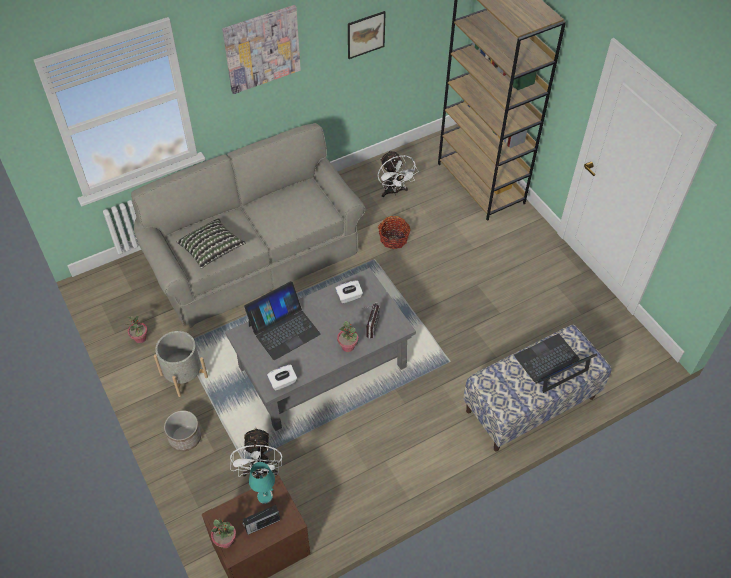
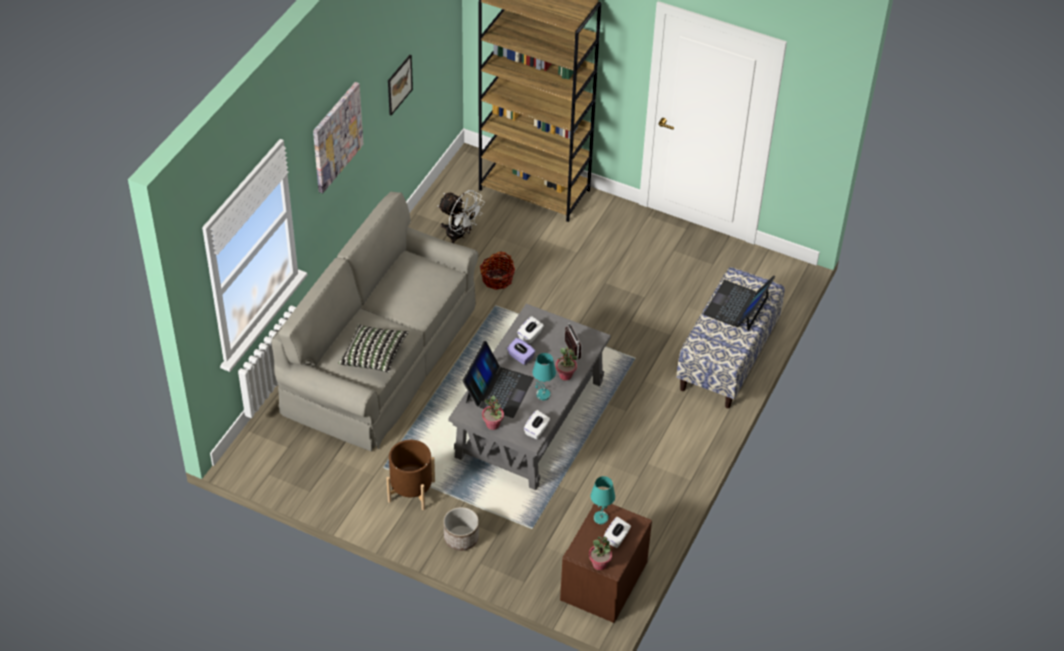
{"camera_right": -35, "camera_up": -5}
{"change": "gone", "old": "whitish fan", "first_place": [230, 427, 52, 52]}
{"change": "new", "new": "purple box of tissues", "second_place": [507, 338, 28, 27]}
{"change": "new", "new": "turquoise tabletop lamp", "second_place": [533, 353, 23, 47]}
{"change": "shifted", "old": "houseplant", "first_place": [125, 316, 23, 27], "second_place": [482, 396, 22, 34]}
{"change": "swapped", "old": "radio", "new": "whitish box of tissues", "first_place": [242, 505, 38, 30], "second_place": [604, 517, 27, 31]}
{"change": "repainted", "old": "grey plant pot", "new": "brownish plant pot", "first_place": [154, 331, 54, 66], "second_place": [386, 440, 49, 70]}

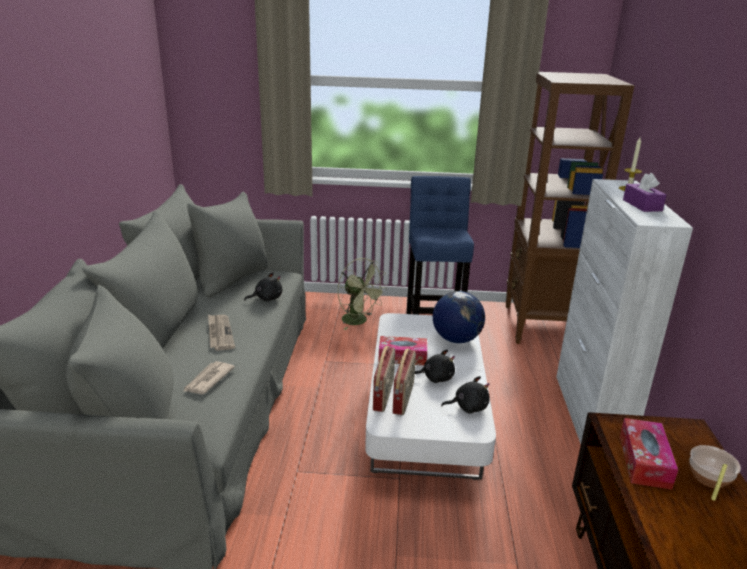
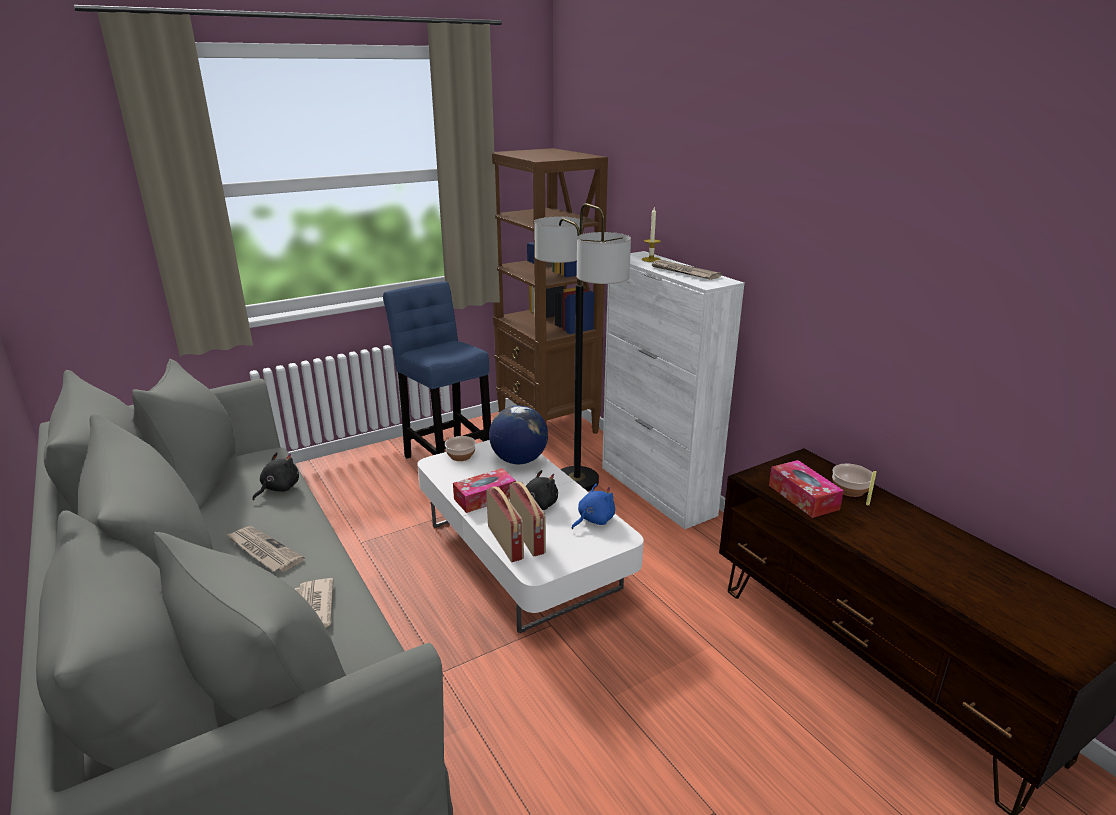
{"camera_right": -35, "camera_up": 0}
{"change": "gone", "old": "green fan", "first_place": [338, 258, 49, 72]}
{"change": "new", "new": "deep dish", "second_place": [445, 436, 31, 25]}
{"change": "new", "new": "floor lamp", "second_place": [534, 203, 97, 288]}
{"change": "swapped", "old": "purple box of tissues", "new": "newspaper", "first_place": [623, 173, 44, 39], "second_place": [649, 260, 73, 20]}
{"change": "repainted", "old": "black-coloured cuddly toy", "new": "blue cuddly toy", "first_place": [441, 376, 49, 38], "second_place": [572, 483, 43, 46]}

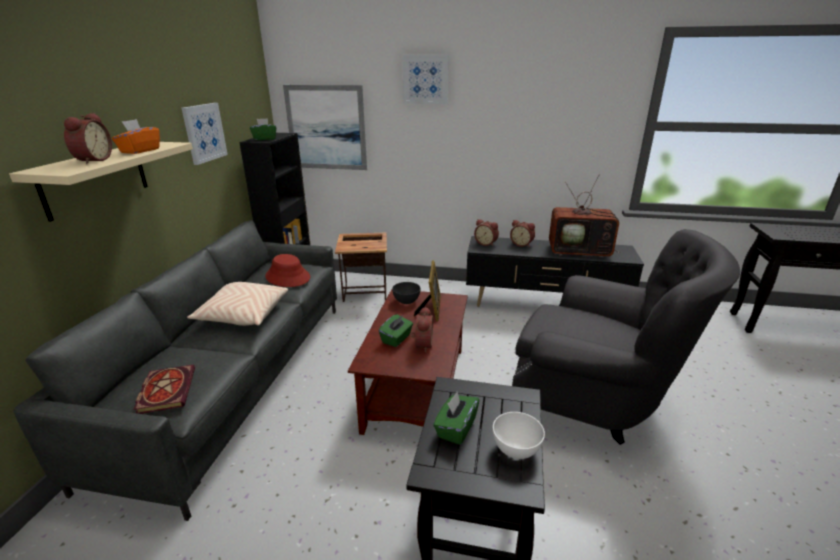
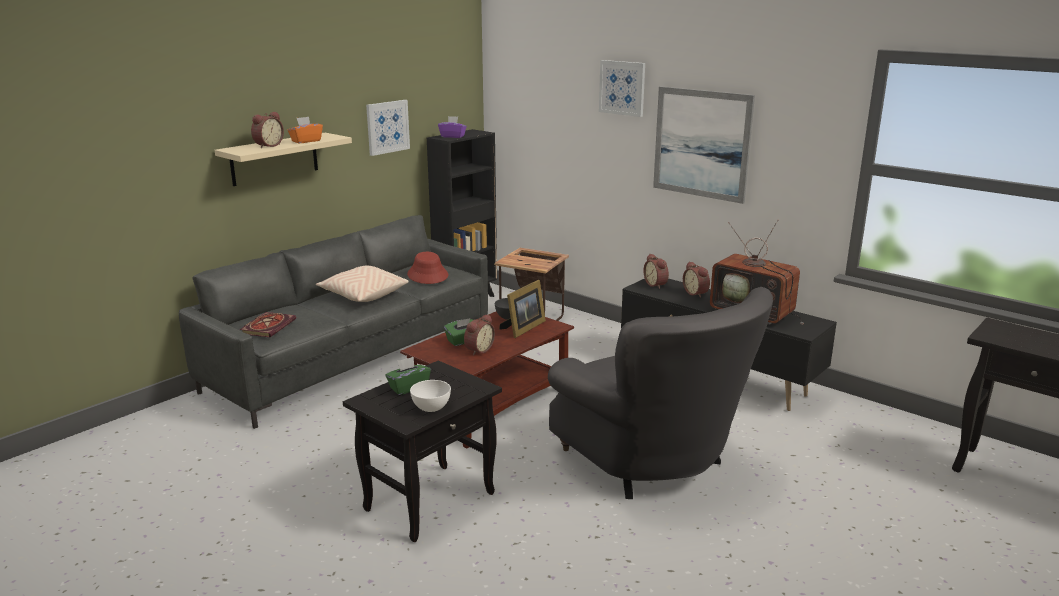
{"camera_right": 30, "camera_up": -5}
{"change": "shifted", "old": "wall art", "first_place": [283, 85, 84, 85], "second_place": [653, 86, 102, 118]}
{"change": "repainted", "old": "green box of tissues", "new": "purple box of tissues", "first_place": [250, 118, 26, 22], "second_place": [438, 116, 29, 22]}

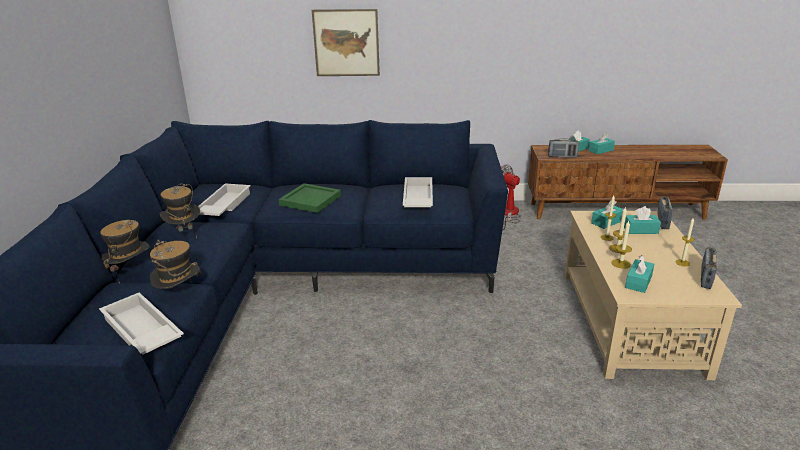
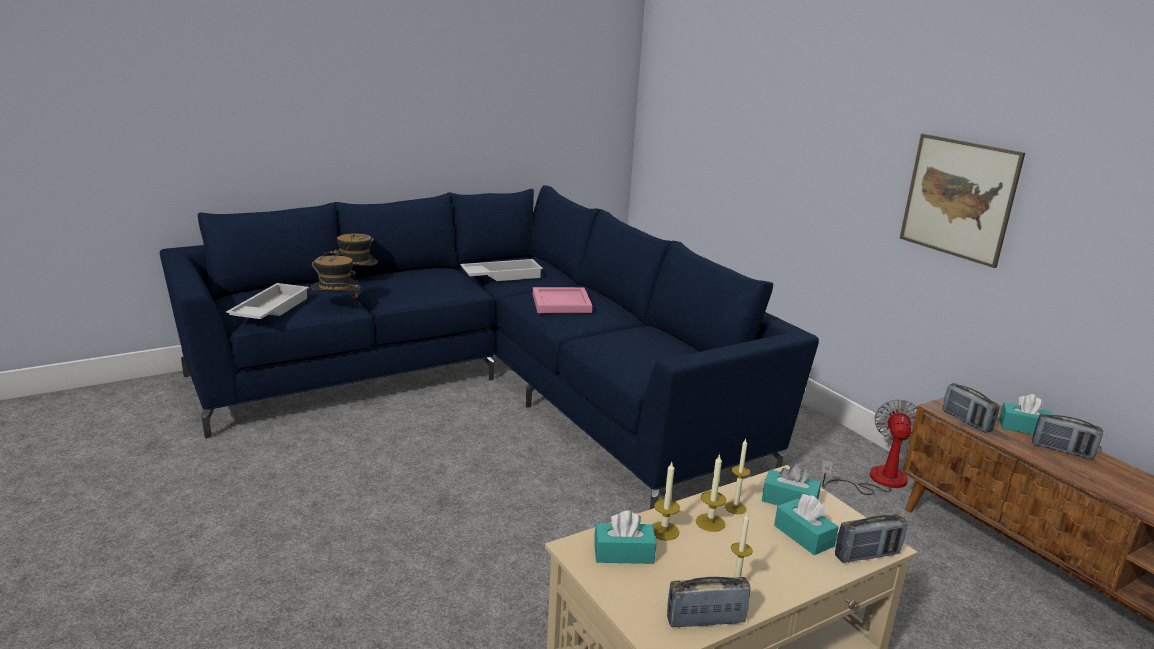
{"camera_right": 55, "camera_up": -5}
{"change": "gone", "old": "hat", "first_place": [160, 184, 40, 55]}
{"change": "gone", "old": "whitish carrying tray", "first_place": [403, 177, 30, 30]}
{"change": "shifted", "old": "wall art", "first_place": [312, 9, 68, 67], "second_place": [900, 134, 125, 134]}
{"change": "swapped", "old": "turquoise box of tissues", "new": "radio", "first_place": [589, 132, 26, 22], "second_place": [1032, 413, 71, 46]}
{"change": "repainted", "old": "green carrying tray", "new": "pink carrying tray", "first_place": [279, 183, 62, 30], "second_place": [533, 287, 59, 26]}

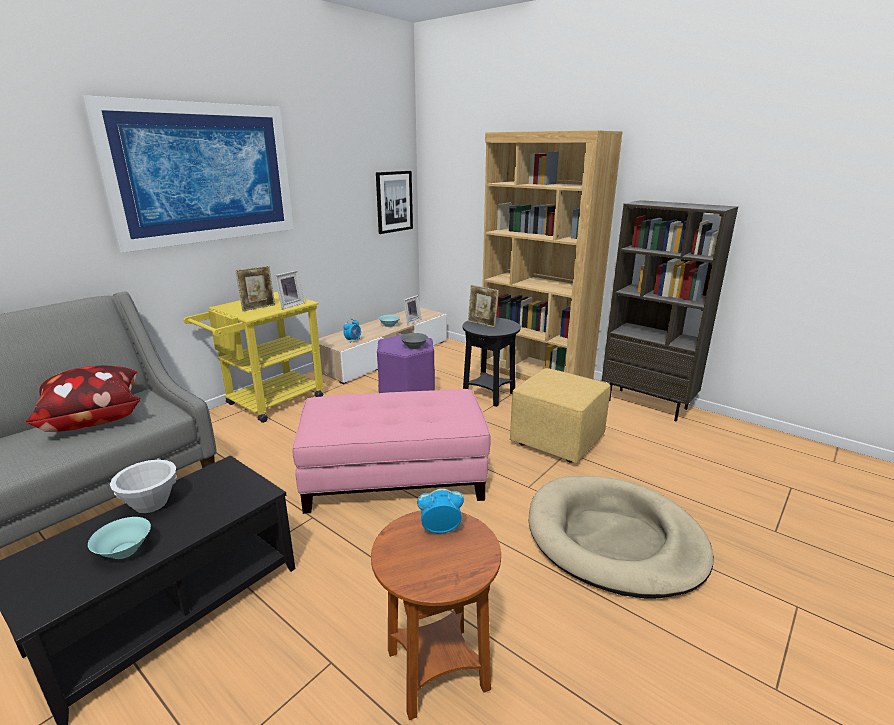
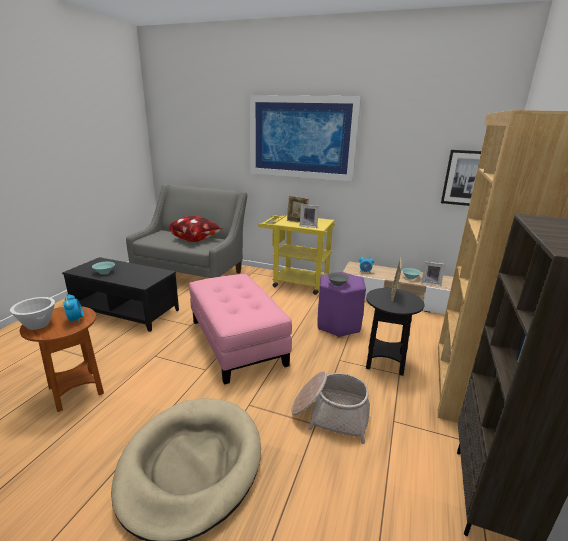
{"camera_right": 70, "camera_up": 0}
{"change": "shifted", "old": "whitish deep dish", "first_place": [110, 459, 67, 54], "second_place": [10, 297, 45, 33]}
{"change": "swapped", "old": "yellowish pouffe", "new": "household basket", "first_place": [510, 368, 101, 95], "second_place": [291, 371, 79, 73]}

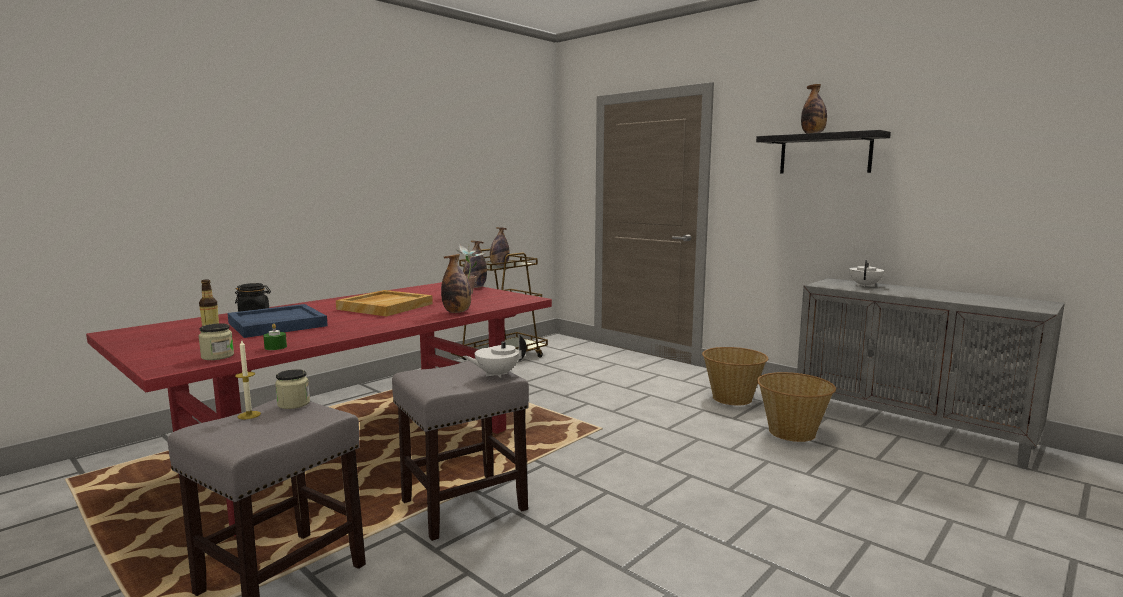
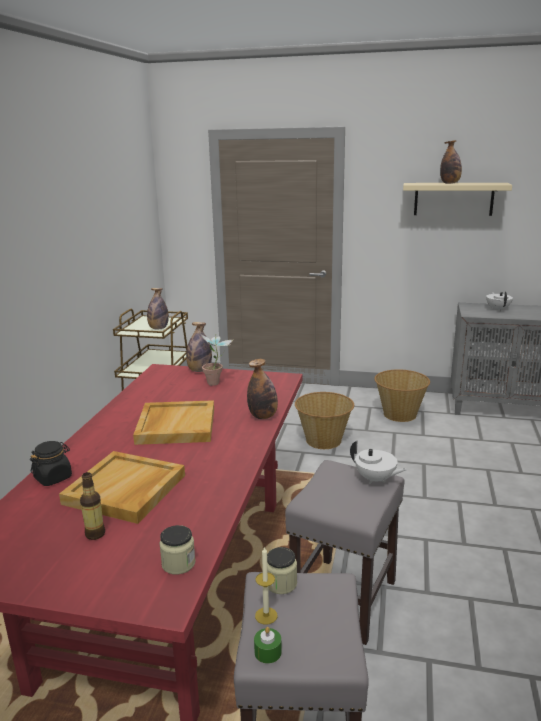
{"camera_right": -30, "camera_up": 10}
{"change": "shifted", "old": "green wax candle", "first_place": [263, 324, 24, 26], "second_place": [254, 627, 28, 37]}
{"change": "shifted", "old": "household basket", "first_place": [757, 372, 79, 70], "second_place": [295, 392, 59, 57]}
{"change": "repainted", "old": "blue carrying tray", "new": "sand-coloured carrying tray", "first_place": [228, 304, 100, 34], "second_place": [59, 451, 126, 73]}
{"change": "repainted", "old": "black-coloured wall shelf", "new": "sand-coloured wall shelf", "first_place": [756, 130, 135, 44], "second_place": [403, 183, 109, 33]}
{"change": "rotated", "old": "whitish teapot", "first_place": [463, 335, 64, 43], "second_place": [350, 441, 57, 43], "degrees": -90}

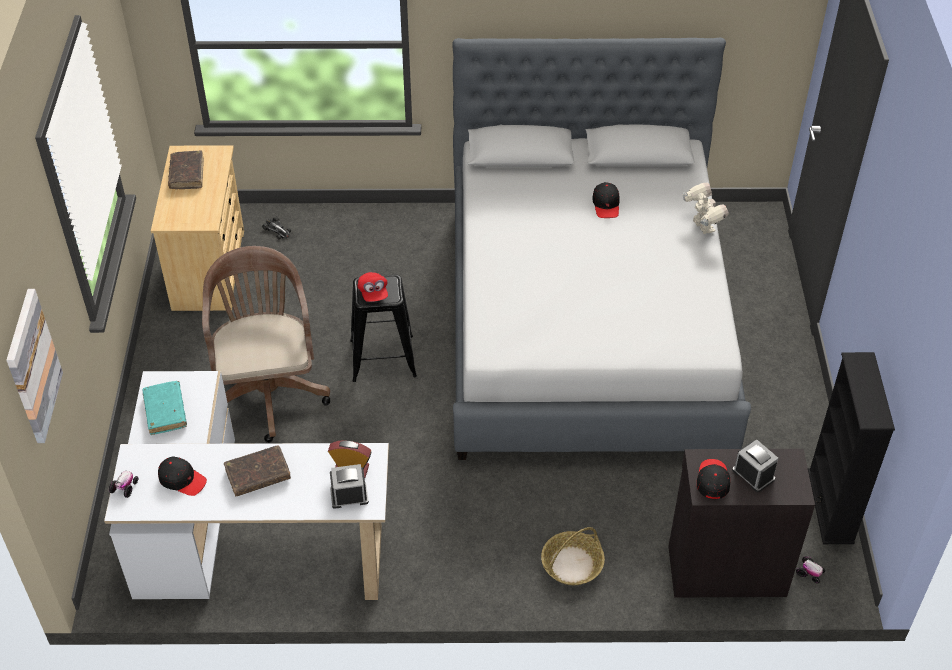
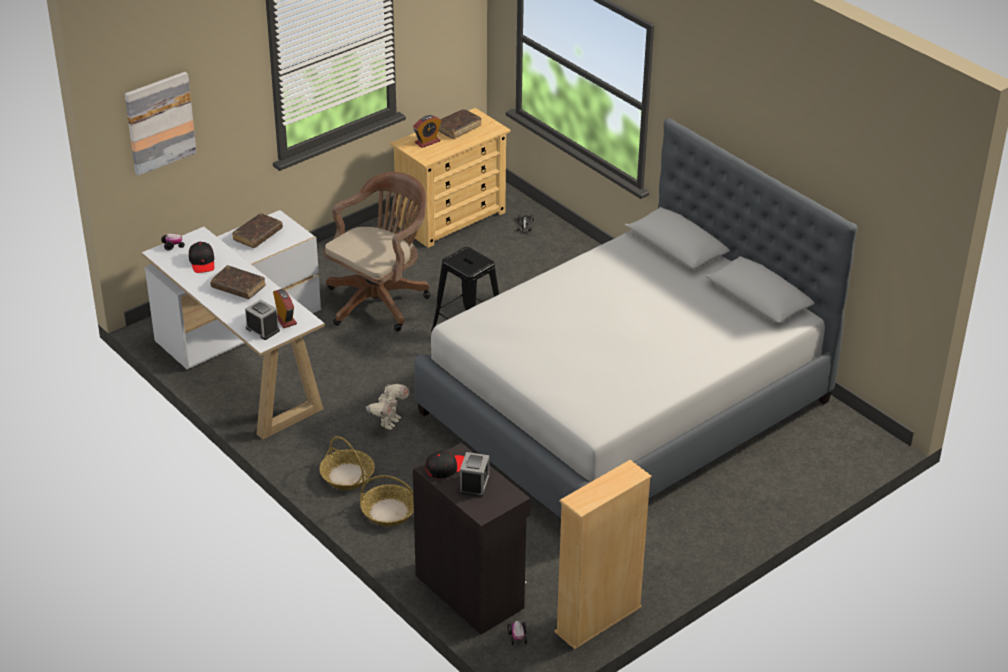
{"camera_right": 50, "camera_up": -10}
{"change": "gone", "old": "red peaked cap", "first_place": [357, 272, 31, 30]}
{"change": "gone", "old": "black-coloured peaked cap", "first_place": [592, 182, 28, 36]}
{"change": "new", "new": "household basket", "second_place": [319, 436, 56, 54]}
{"change": "new", "new": "alarm clock", "second_place": [413, 115, 28, 33]}
{"change": "shifted", "old": "model robot", "first_place": [683, 183, 46, 51], "second_place": [366, 384, 44, 46]}
{"change": "repainted", "old": "turquoise volume", "new": "brownish volume", "first_place": [143, 381, 44, 54], "second_place": [232, 213, 51, 35]}
{"change": "repainted", "old": "black-coloured bookshelf", "new": "sand-coloured bookshelf", "first_place": [808, 352, 87, 192], "second_place": [554, 460, 98, 189]}

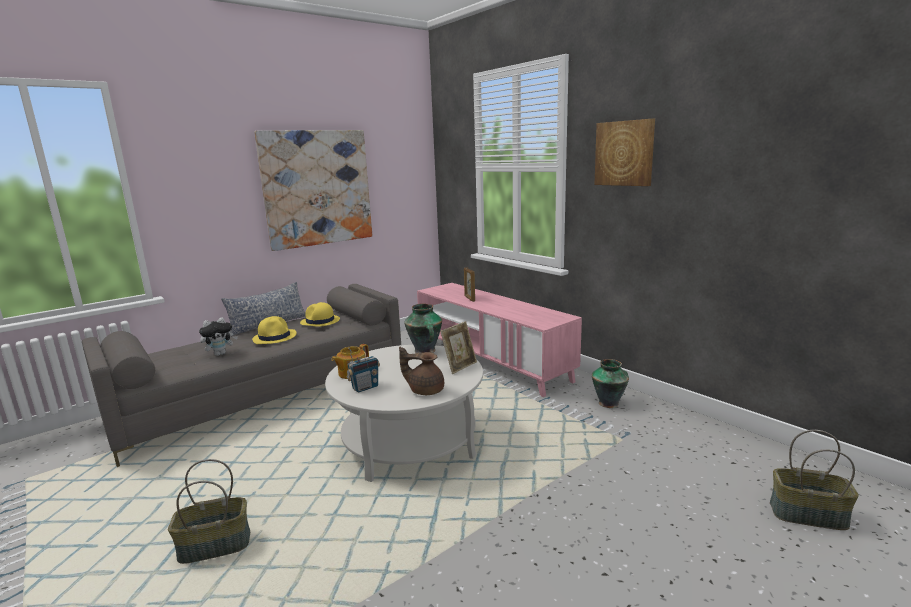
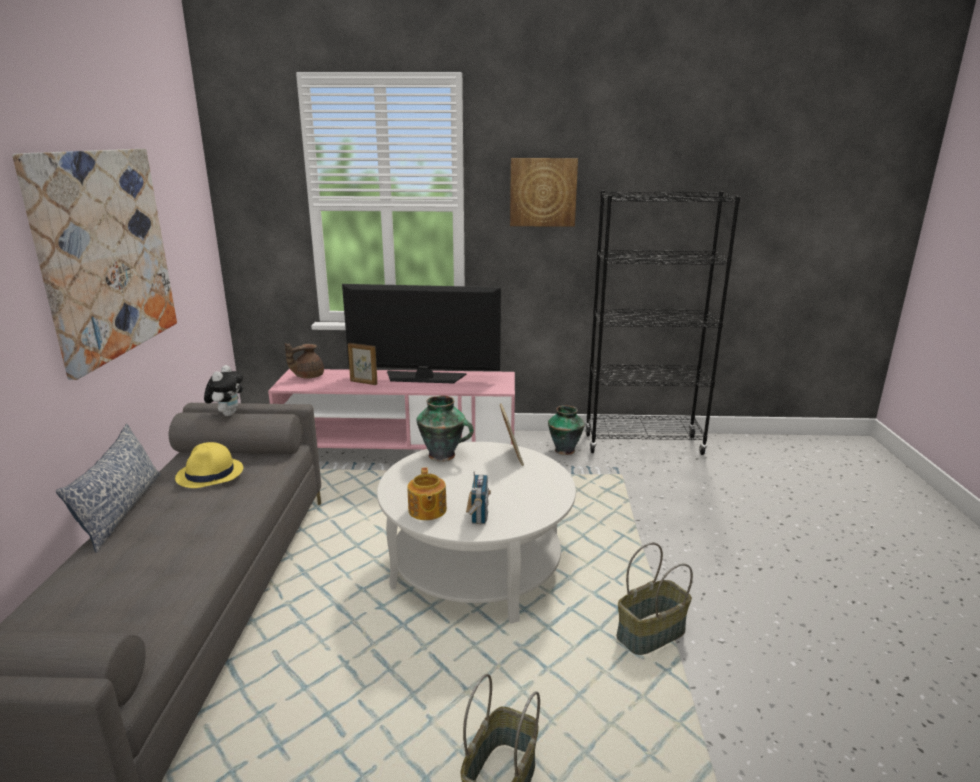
{"camera_right": -50, "camera_up": 5}
{"change": "gone", "old": "yellowish hat", "first_place": [252, 316, 44, 28]}
{"change": "new", "new": "TV set", "second_place": [342, 284, 159, 100]}
{"change": "new", "new": "black-coloured bookshelf", "second_place": [585, 191, 155, 264]}
{"change": "shifted", "old": "cuddly toy", "first_place": [199, 317, 39, 39], "second_place": [204, 365, 39, 51]}
{"change": "shifted", "old": "brownish teapot", "first_place": [399, 347, 45, 48], "second_place": [285, 343, 39, 36]}
{"change": "shifted", "old": "household basket", "first_place": [770, 430, 89, 100], "second_place": [616, 543, 77, 112]}

